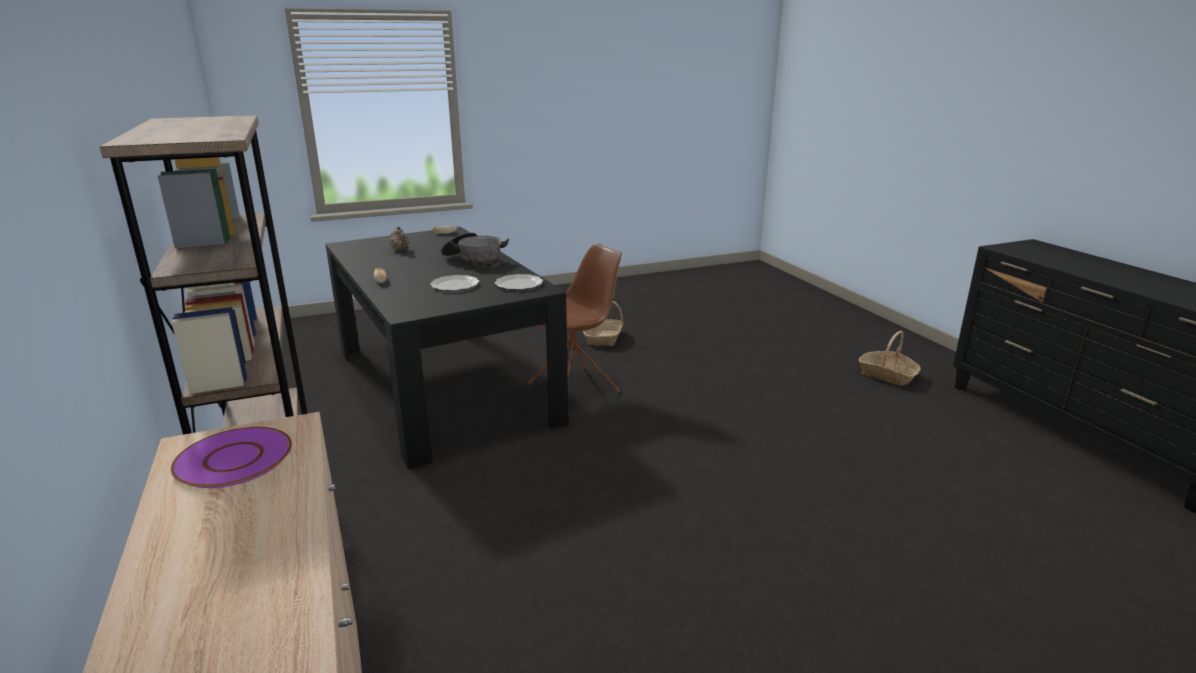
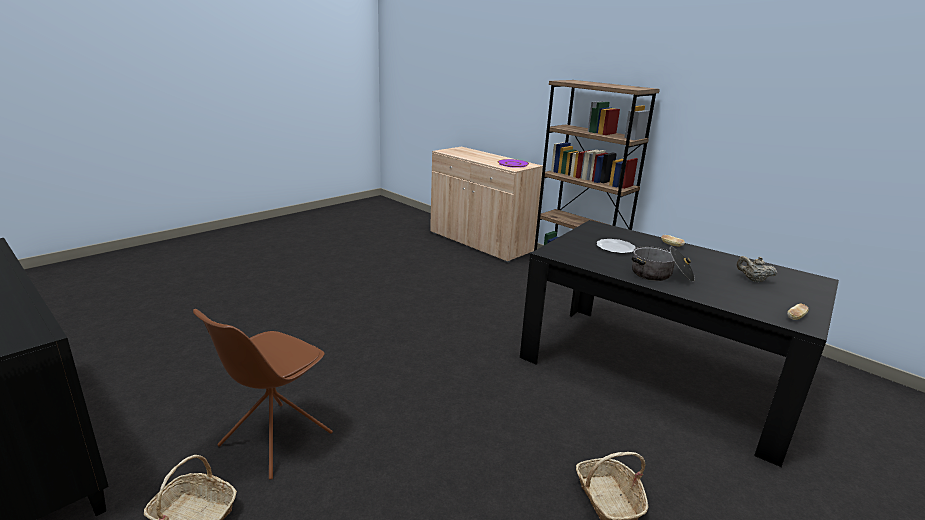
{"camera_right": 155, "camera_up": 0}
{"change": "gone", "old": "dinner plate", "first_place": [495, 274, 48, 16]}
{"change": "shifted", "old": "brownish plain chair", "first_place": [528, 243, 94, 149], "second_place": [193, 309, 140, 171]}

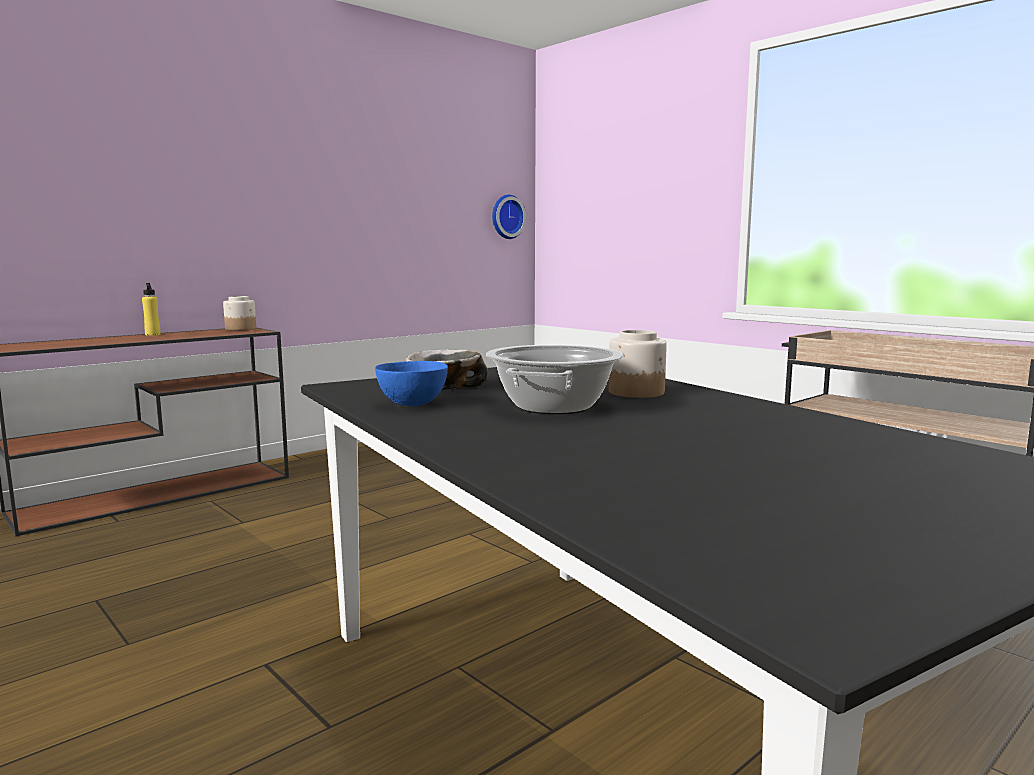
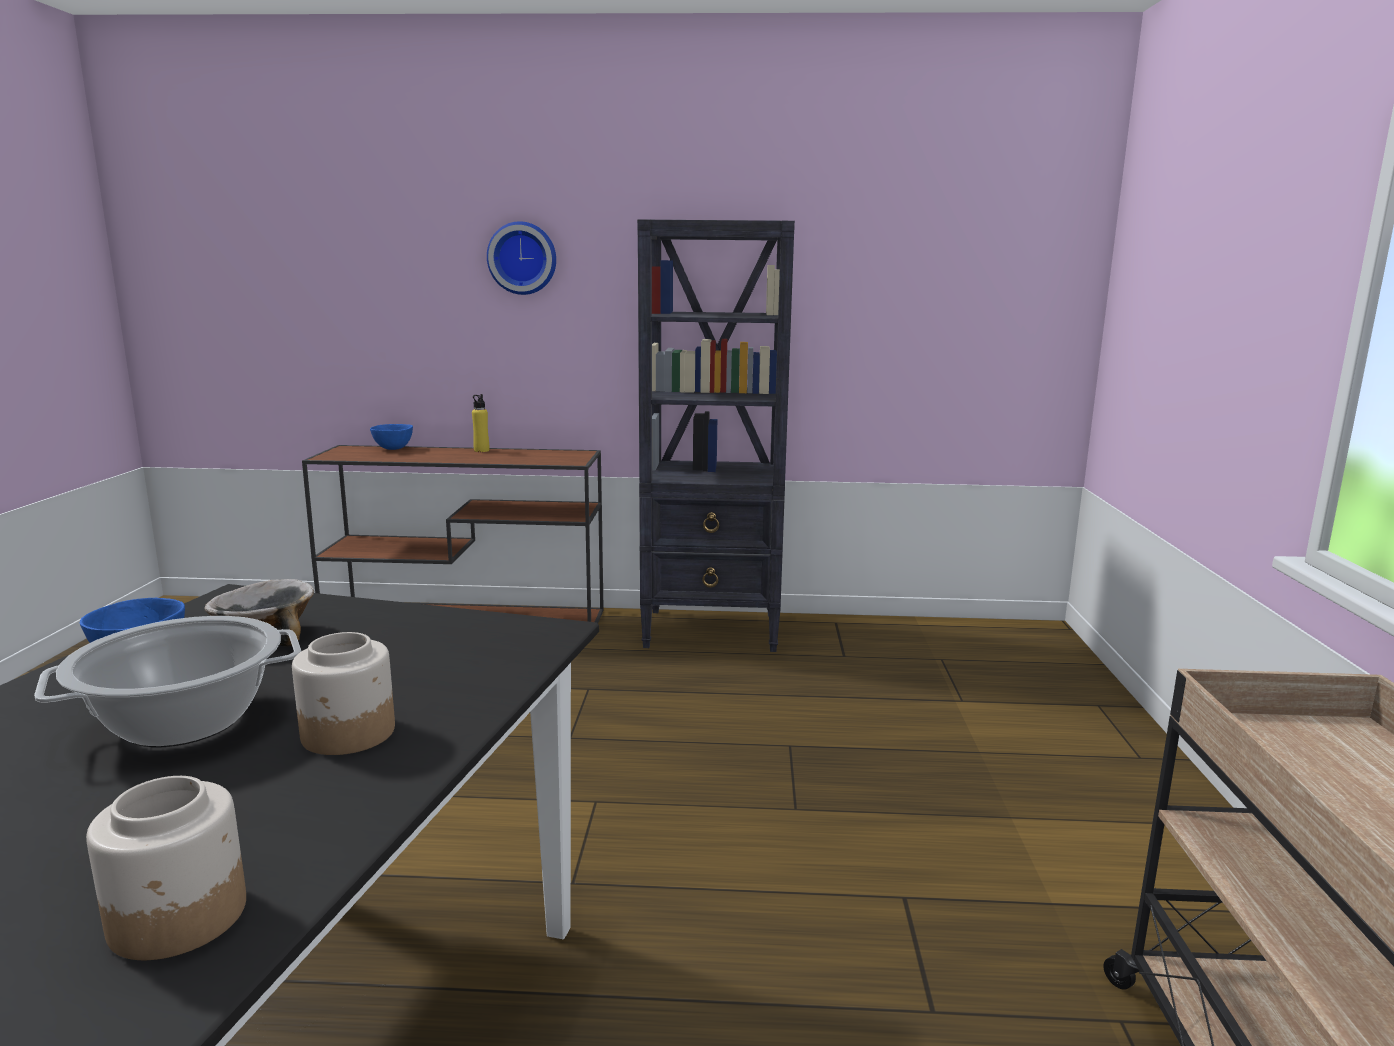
{"camera_right": 45, "camera_up": 5}
{"change": "new", "new": "blue deep dish", "second_place": [370, 424, 43, 26]}
{"change": "new", "new": "black-coloured bookshelf", "second_place": [637, 219, 158, 433]}
{"change": "shifted", "old": "jar", "first_place": [223, 296, 33, 34], "second_place": [86, 776, 160, 184]}
{"change": "shifted", "old": "wall clock", "first_place": [492, 195, 34, 44], "second_place": [487, 221, 69, 74]}

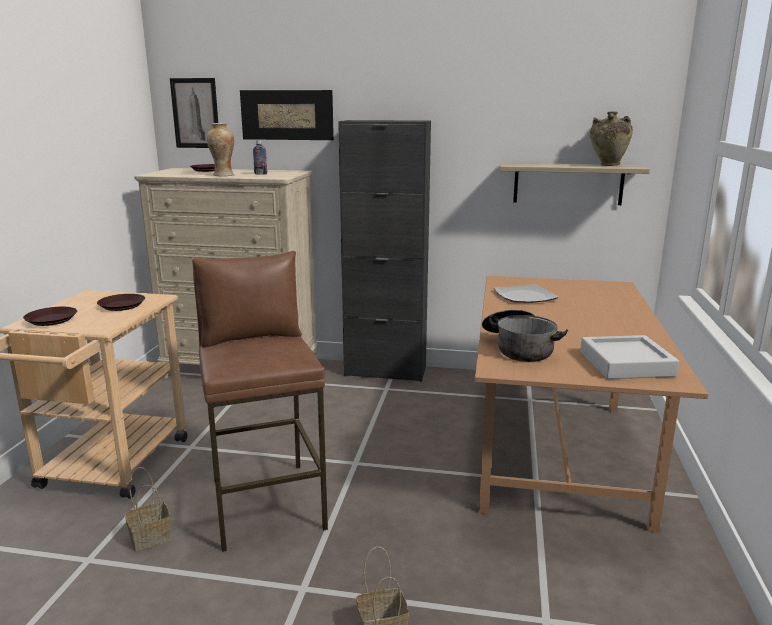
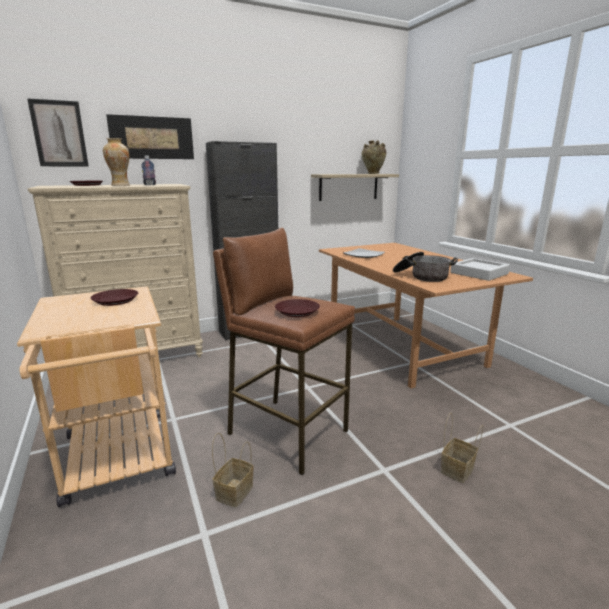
{"camera_right": -35, "camera_up": 0}
{"change": "shifted", "old": "brownish dinner plate", "first_place": [23, 307, 54, 19], "second_place": [275, 299, 45, 18]}

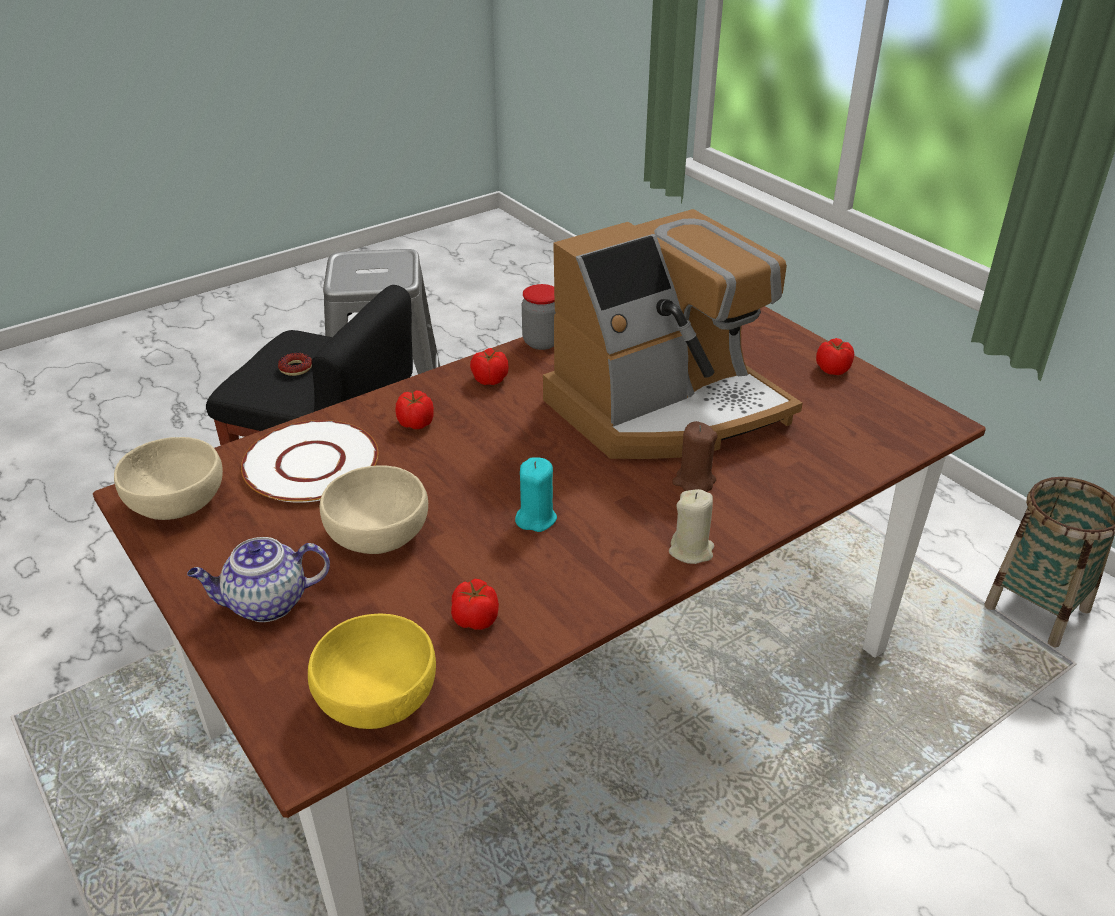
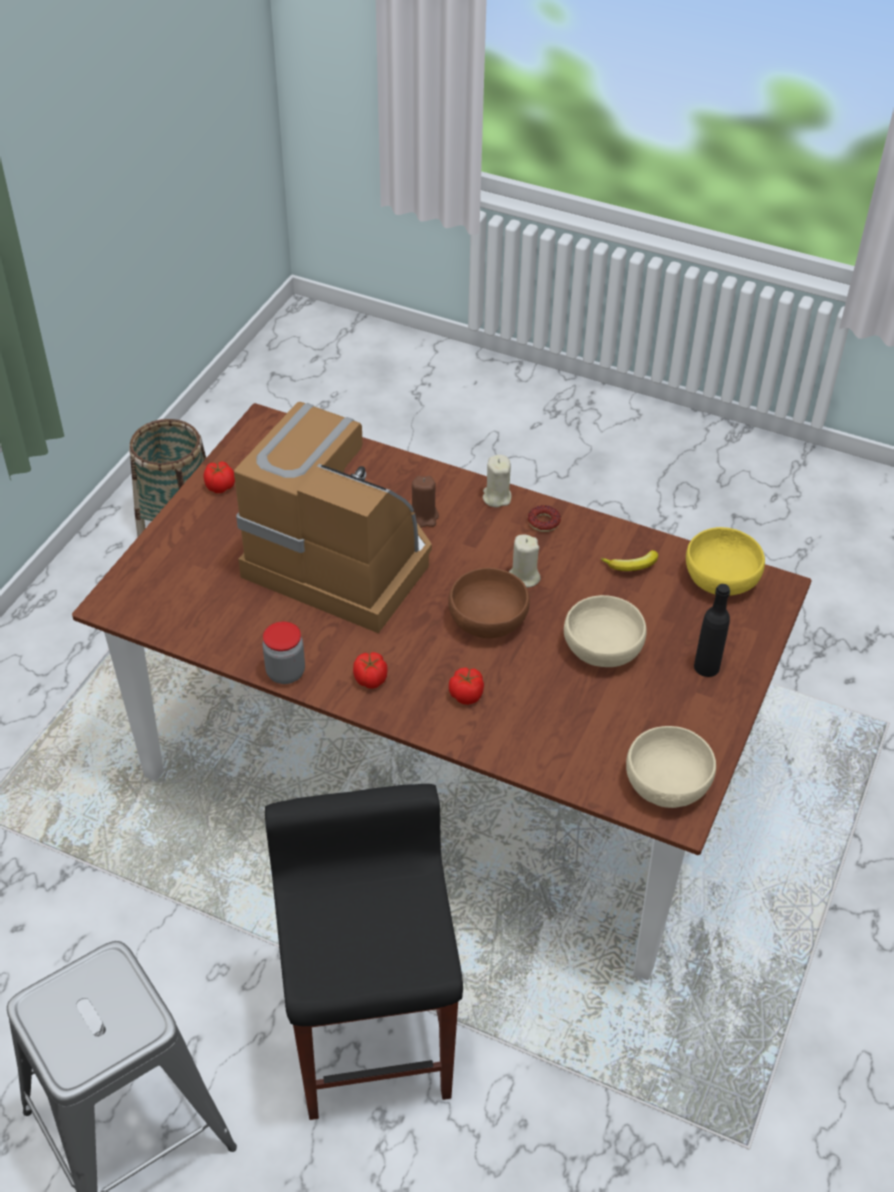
{"camera_right": -120, "camera_up": 10}
{"change": "gone", "old": "whitish dinner plate", "first_place": [241, 420, 137, 83]}
{"change": "new", "new": "brownish deep dish", "second_place": [448, 568, 82, 70]}
{"change": "shifted", "old": "doughnut", "first_place": [278, 352, 34, 24], "second_place": [528, 505, 33, 27]}
{"change": "swapped", "old": "teapot", "new": "black-coloured bottle", "first_place": [187, 537, 143, 85], "second_place": [694, 584, 36, 93]}
{"change": "swapped", "old": "tomato", "new": "banana fruit", "first_place": [451, 579, 48, 51], "second_place": [601, 550, 57, 21]}
{"change": "repainted", "old": "turquoise wax candle", "new": "sand-coloured wax candle", "first_place": [515, 457, 42, 75], "second_place": [509, 534, 32, 54]}

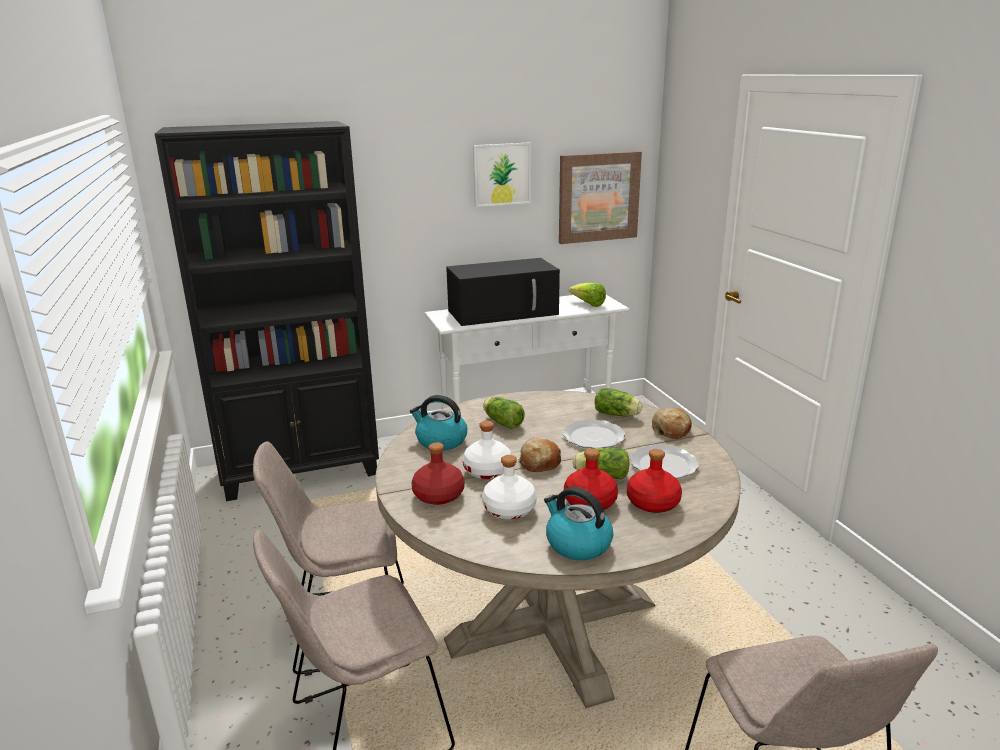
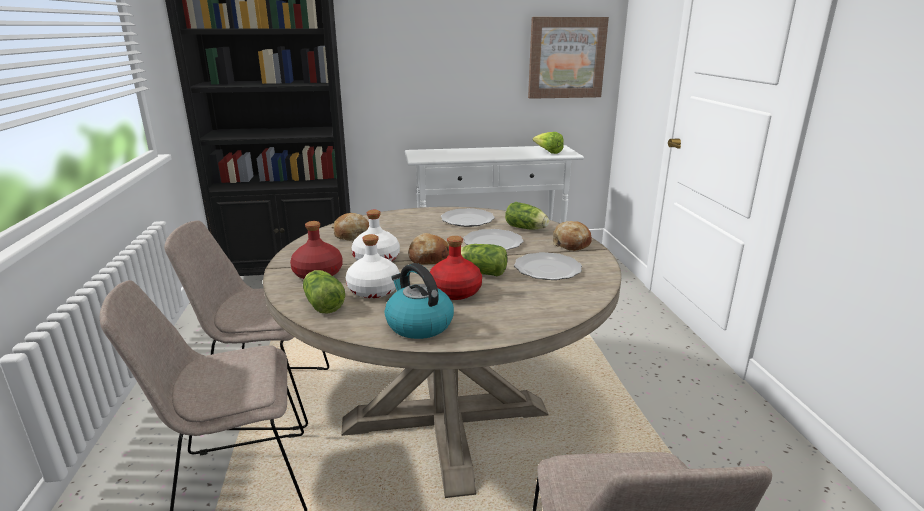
{"camera_right": 10, "camera_up": 0}
{"change": "gone", "old": "black-coloured microwave oven", "first_place": [446, 258, 114, 68]}
{"change": "gone", "old": "wall art", "first_place": [473, 142, 58, 65]}
{"change": "gone", "old": "red bottle", "first_place": [627, 449, 55, 64]}
{"change": "new", "new": "dinner plate", "second_place": [441, 208, 54, 19]}
{"change": "shifted", "old": "lettuce", "first_place": [483, 397, 42, 32], "second_place": [303, 270, 42, 44]}
{"change": "swapped", "old": "kettle", "new": "bread", "first_place": [410, 395, 57, 56], "second_place": [332, 213, 37, 28]}

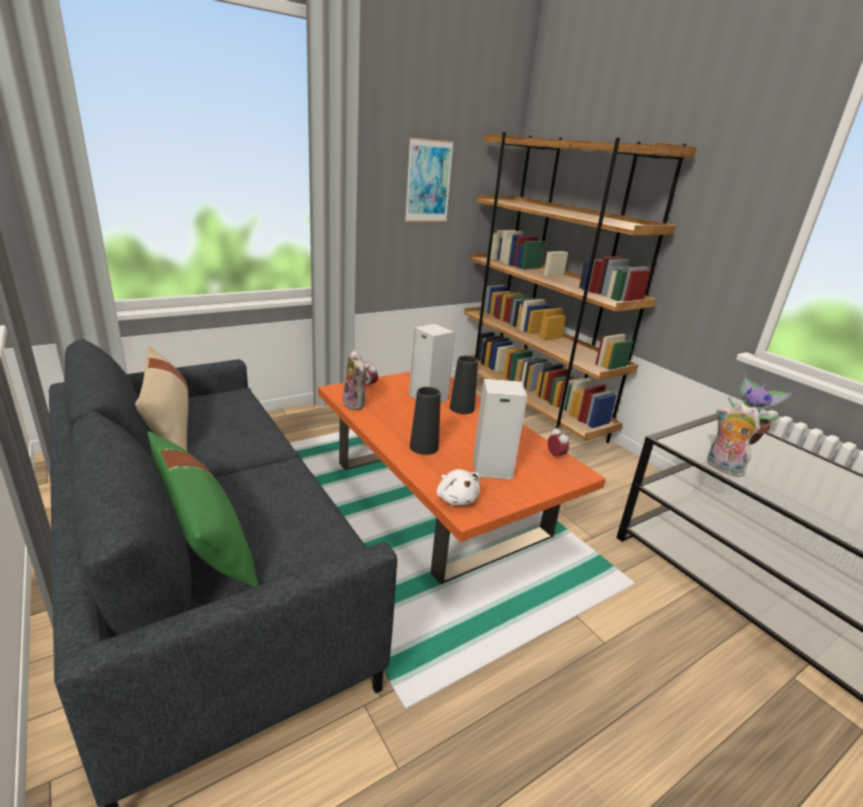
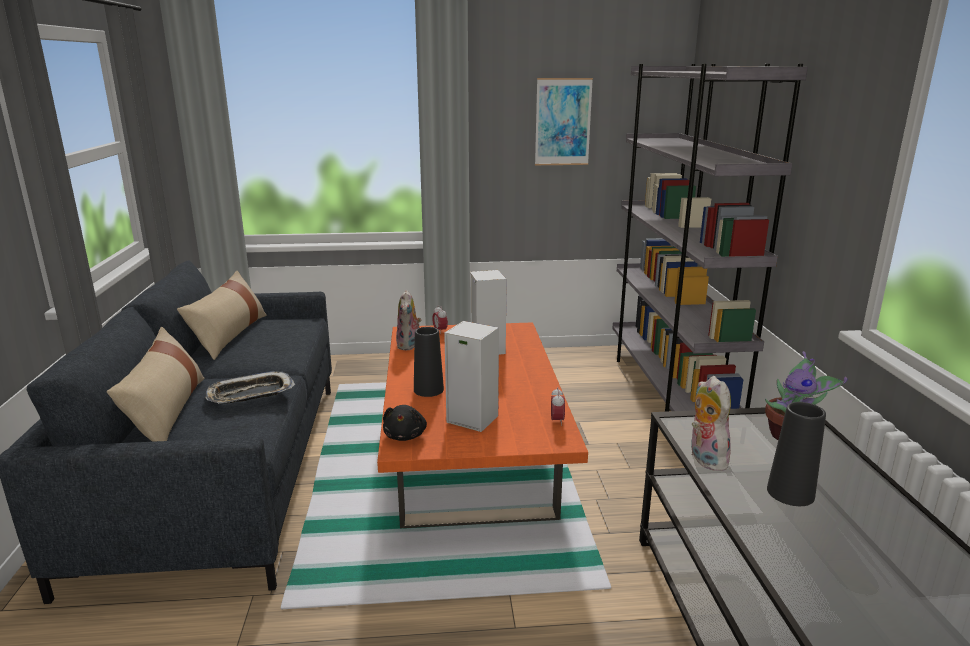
{"camera_right": 30, "camera_up": -5}
{"change": "new", "new": "carrying tray", "second_place": [205, 371, 90, 33]}
{"change": "shifted", "old": "black-coloured decorative vase", "first_place": [450, 356, 28, 58], "second_place": [767, 402, 59, 104]}
{"change": "repainted", "old": "green throw pillow", "new": "sand-coloured throw pillow", "first_place": [148, 431, 111, 156], "second_place": [107, 327, 98, 115]}
{"change": "repainted", "old": "whitish cuddly toy", "new": "black-coloured cuddly toy", "first_place": [437, 469, 43, 36], "second_place": [383, 405, 44, 36]}
{"change": "repainted", "old": "brownish bookshelf", "new": "grey bookshelf", "first_place": [464, 132, 233, 311], "second_place": [612, 64, 196, 348]}

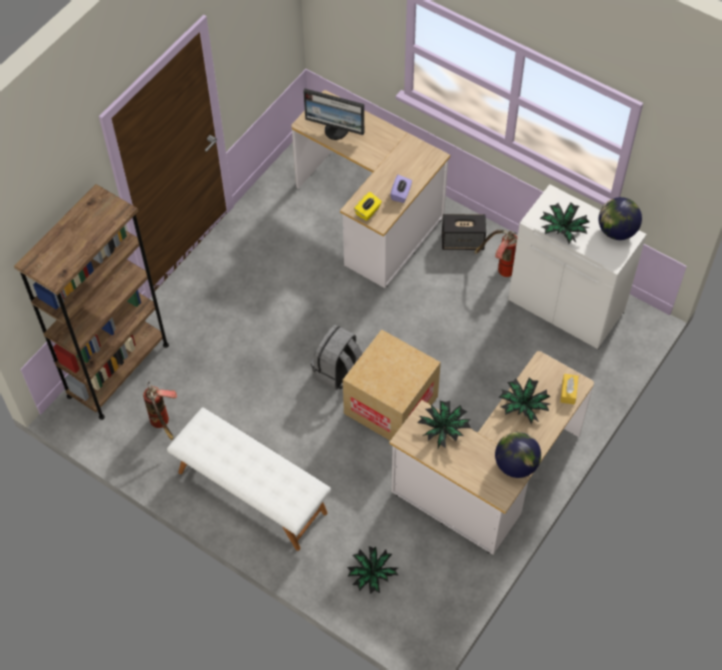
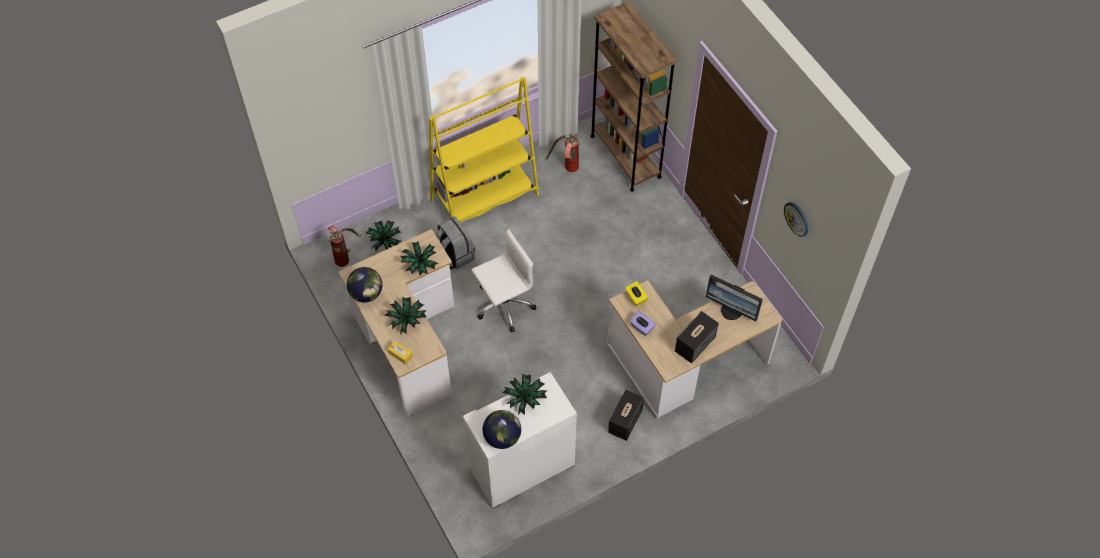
{"camera_right": 115, "camera_up": 0}
{"change": "new", "new": "audio speaker", "second_place": [675, 311, 44, 52]}
{"change": "new", "new": "wall clock", "second_place": [784, 202, 24, 35]}
{"change": "shifted", "old": "grey backpack", "first_place": [311, 324, 52, 66], "second_place": [435, 216, 40, 54]}
{"change": "shifted", "old": "fire-fighting cylinder", "first_place": [475, 230, 42, 47], "second_place": [328, 226, 33, 41]}
{"change": "swapped", "old": "whitish indoor bench", "new": "yellowish bookshelf", "first_place": [167, 408, 164, 143], "second_place": [429, 77, 110, 146]}
{"change": "swapped", "old": "packing box", "new": "whitish office chair", "first_place": [343, 329, 98, 111], "second_place": [472, 229, 64, 103]}
{"change": "rotated", "old": "monitor", "first_place": [303, 89, 61, 51], "second_place": [706, 275, 57, 46], "degrees": -105}

